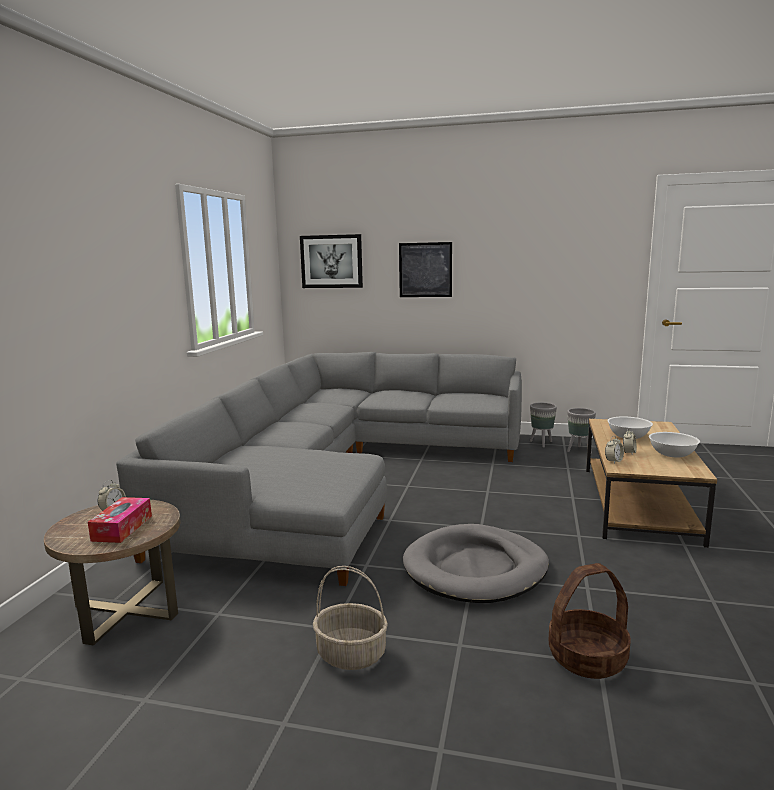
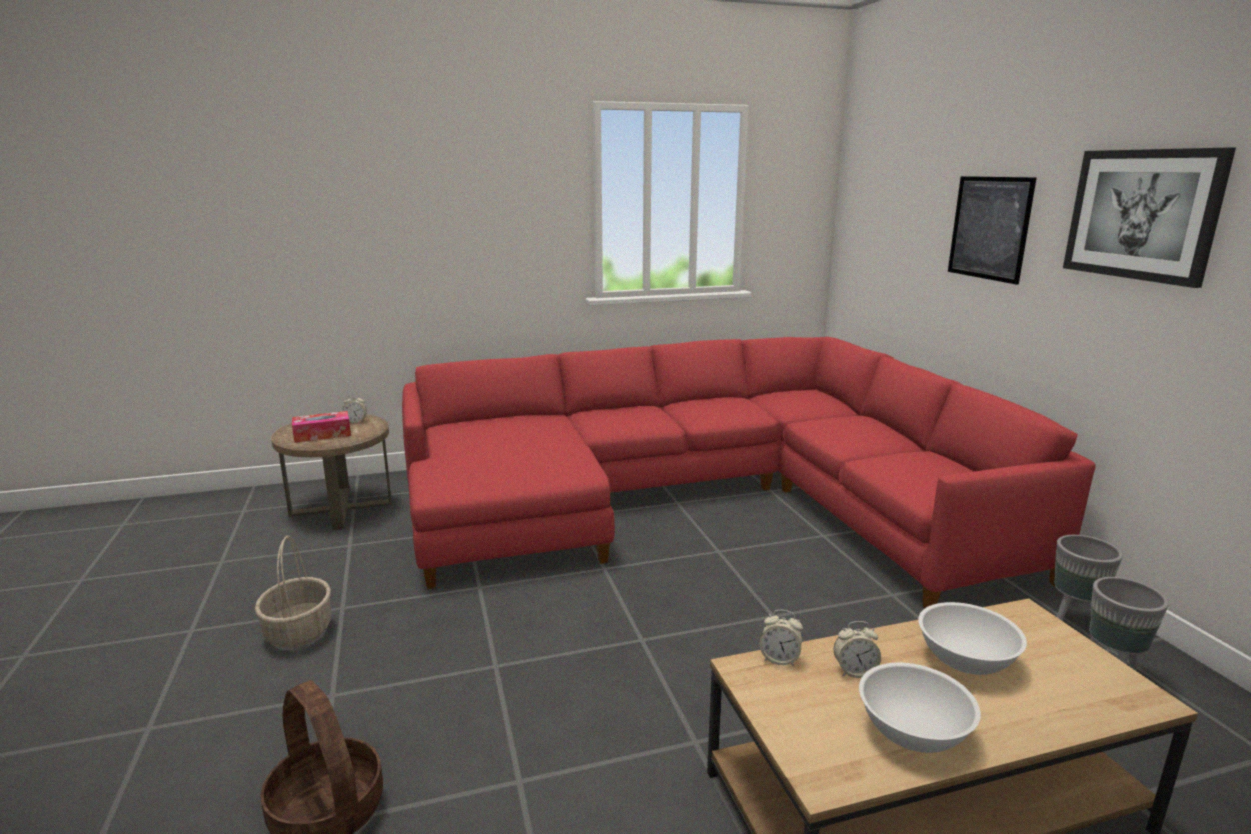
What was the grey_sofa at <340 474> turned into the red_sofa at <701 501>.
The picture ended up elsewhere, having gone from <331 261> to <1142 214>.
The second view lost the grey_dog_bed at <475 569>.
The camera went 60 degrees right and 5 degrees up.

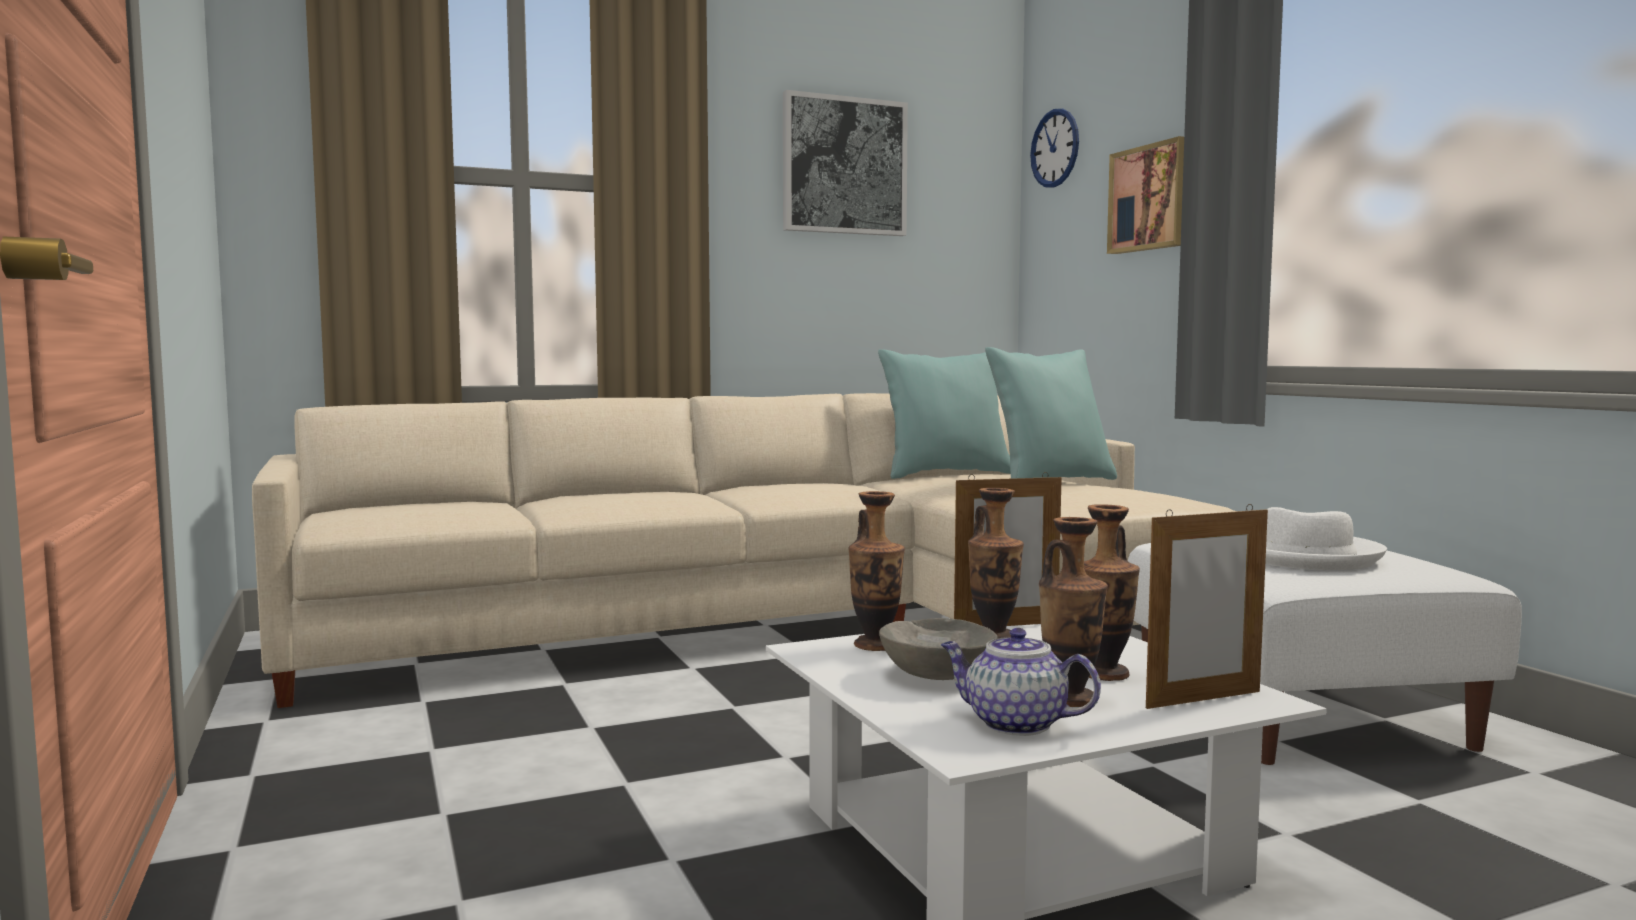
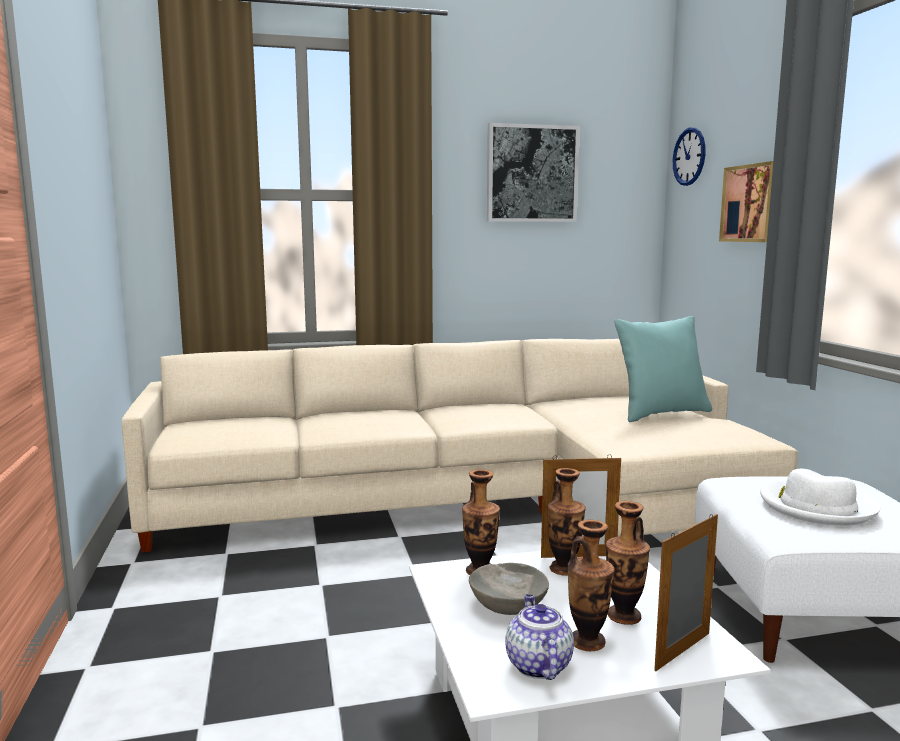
The teapot at <1014 724> ended up facing another way, 45 degrees clockwise from before.
The picture_frame at <1203 699> ended up facing another way, 150 degrees clockwise from before.
The second view lost the turquoise_pillow at <946 474>.
The camera went 10 degrees right and 5 degrees up.

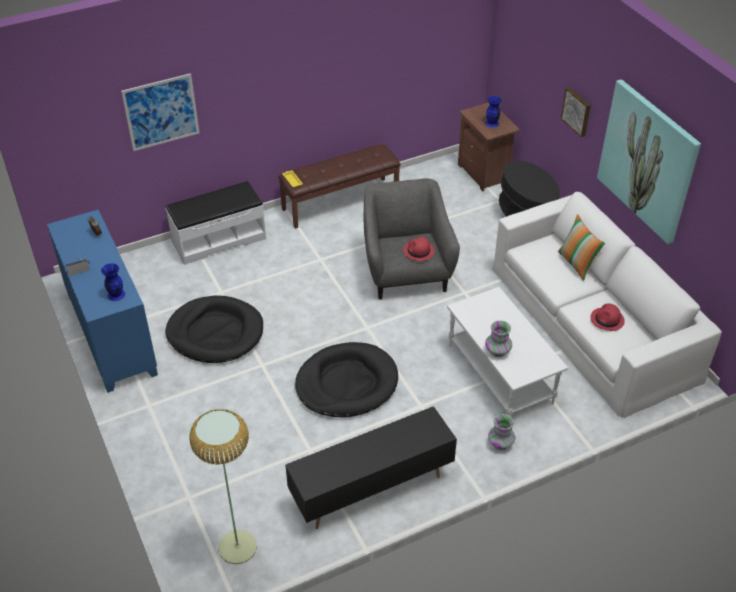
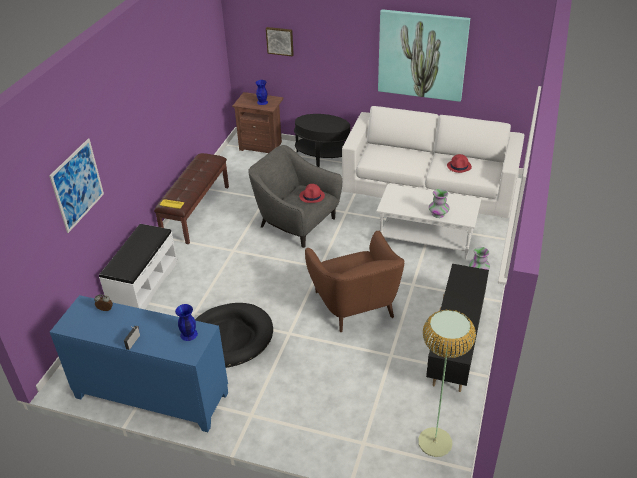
The picture ended up elsewhere, having gone from <577 111> to <280 41>.
Where the black_dog_bed stood at <346 383>, the brown_armchair came to stand at <355 304>.
The second view lost the pillow at <577 264>.
The camera went 45 degrees left and 5 degrees down.

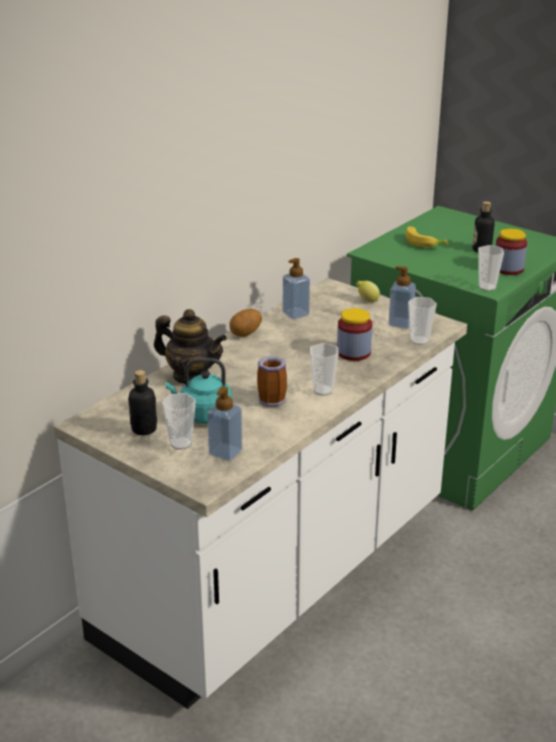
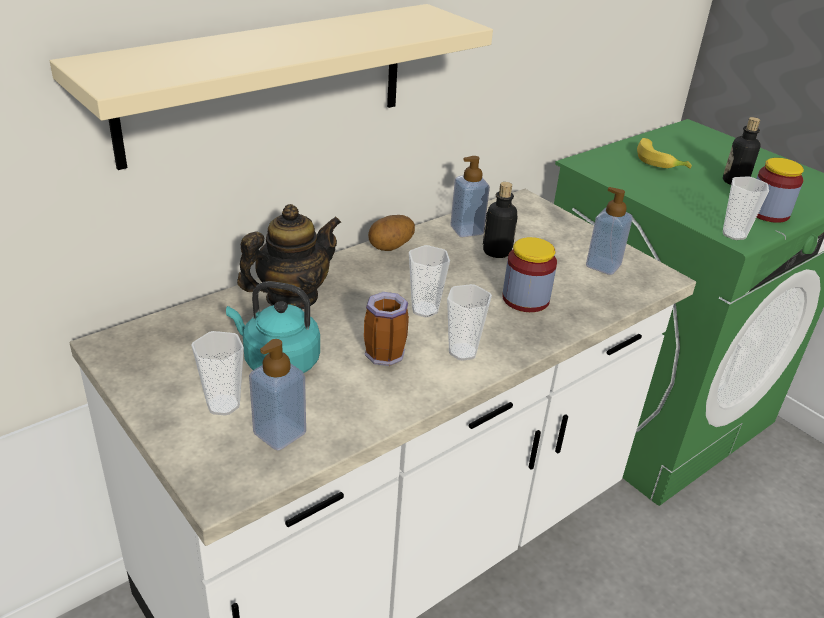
The second view gained the beige_shelf at <267 82>.
The teapot at <191 376> ended up facing another way, 75 degrees counterclockwise from before.
The cup ended up elsewhere, having gone from <419 341> to <424 309>.
The bottle ended up elsewhere, having gone from <144 429> to <496 251>.
The second view lost the lemon at <367 300>.
The camera went 10 degrees right and 5 degrees up.

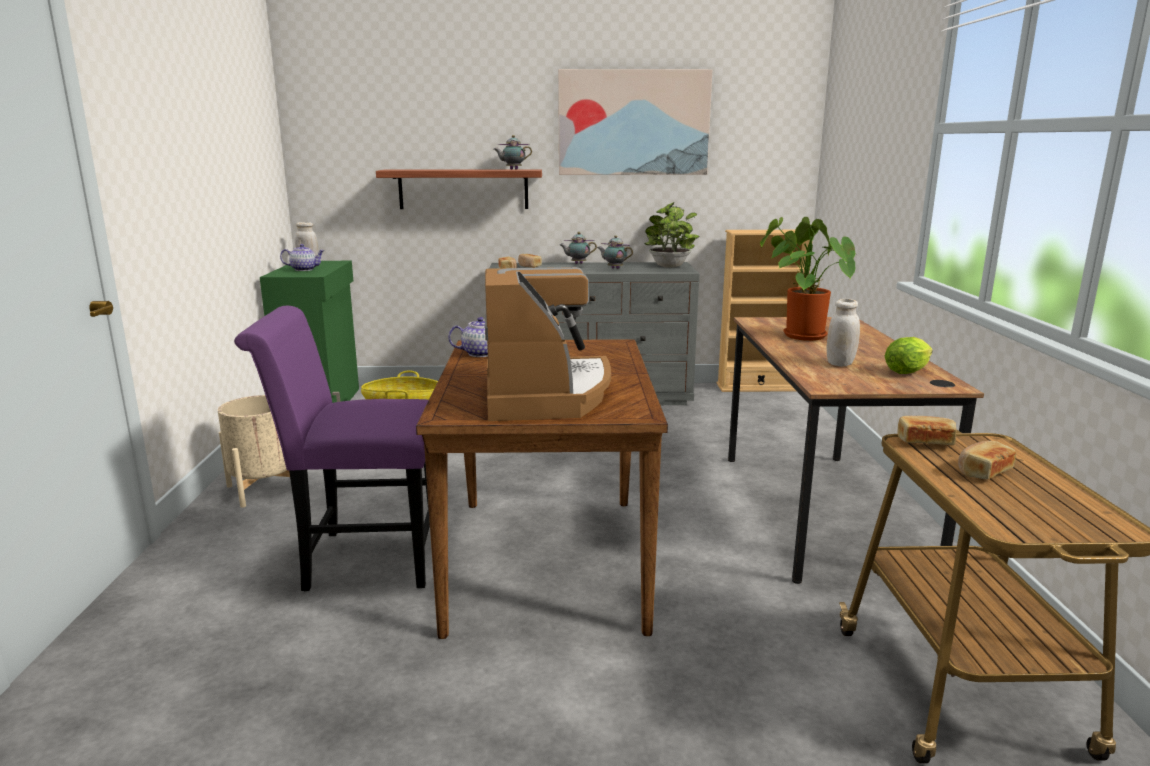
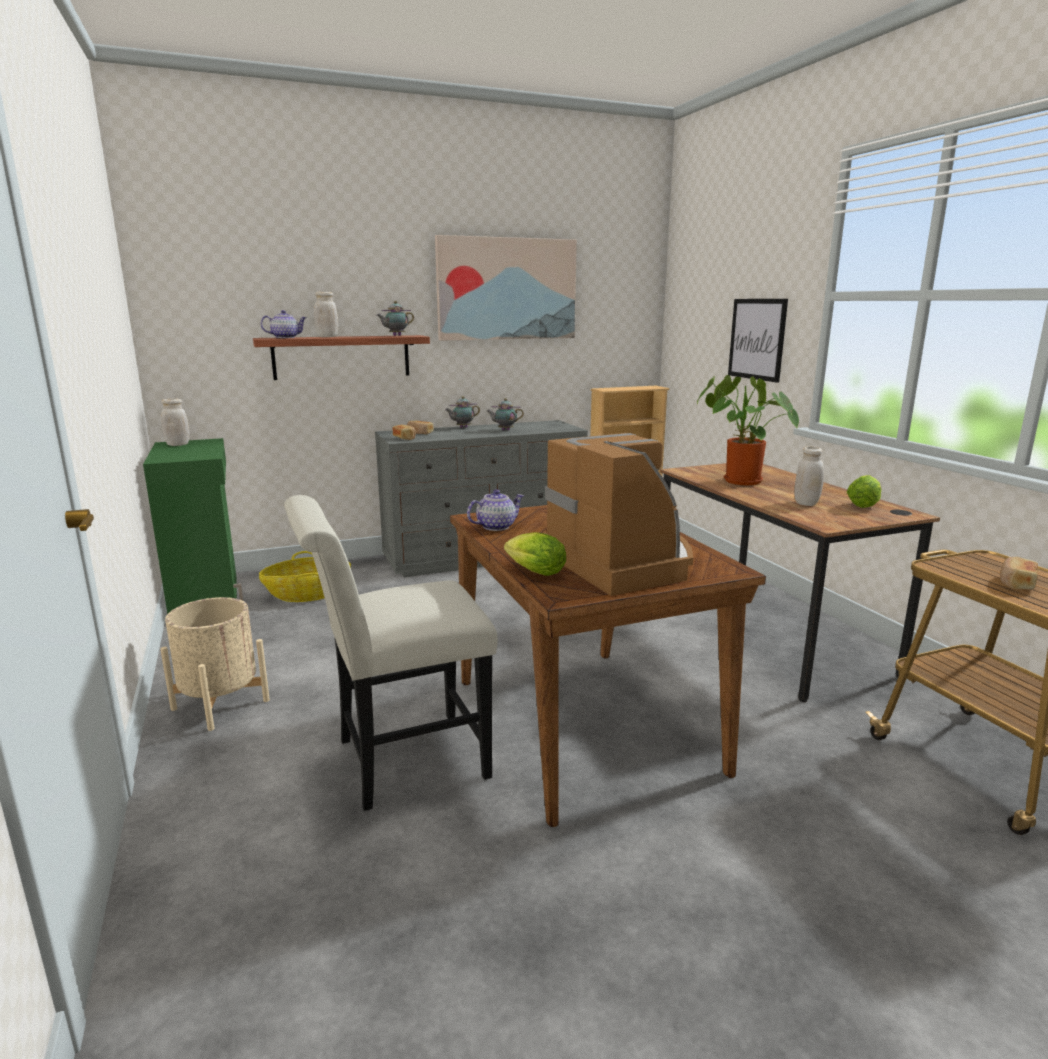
The teapot ended up elsewhere, having gone from <304 269> to <285 337>.
What was the purple_chair at <362 559> turned into the white_chair at <400 761>.
The second view gained the white_jar at <327 337>.
The second view gained the lettuce at <532 572>.
The second view gained the picture at <757 339>.
The second view lost the potted_plant at <669 266>.
The second view lost the bread at <925 441>.
The camera went 20 degrees left and 0 degrees up.

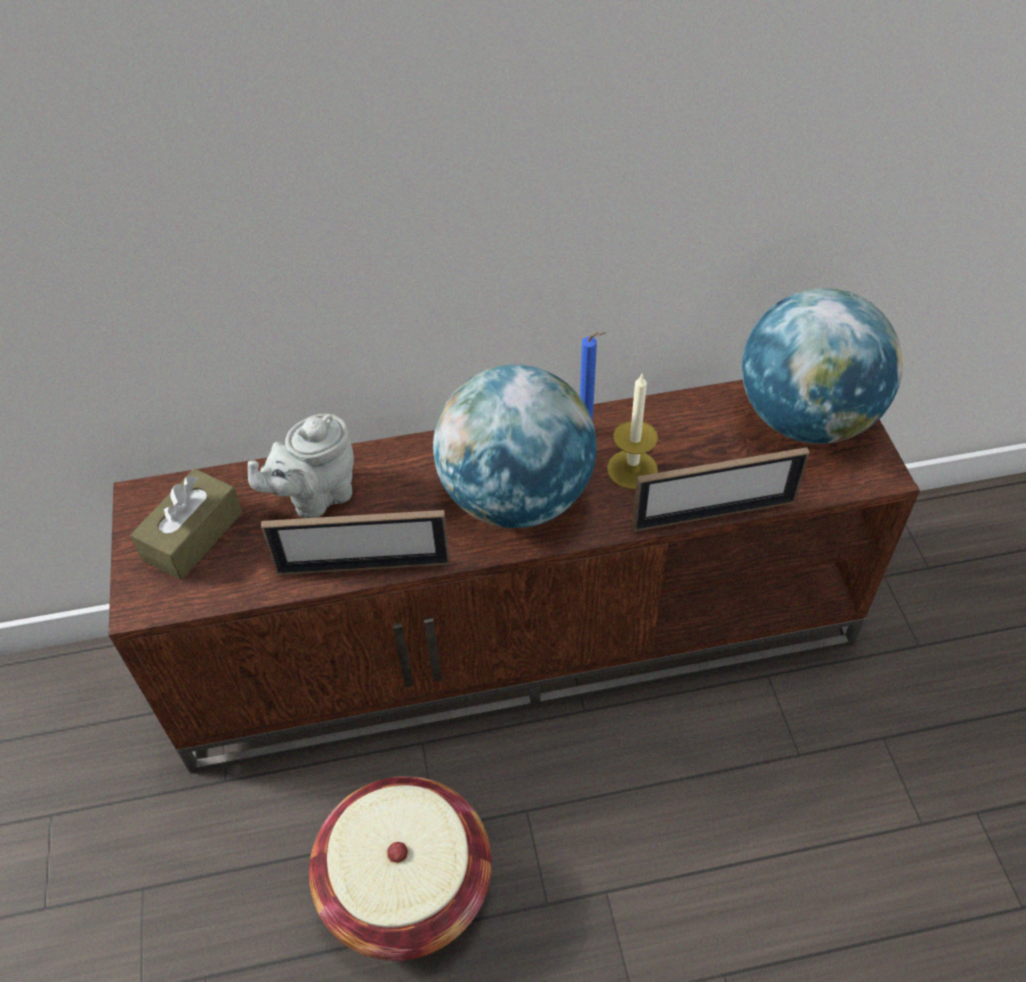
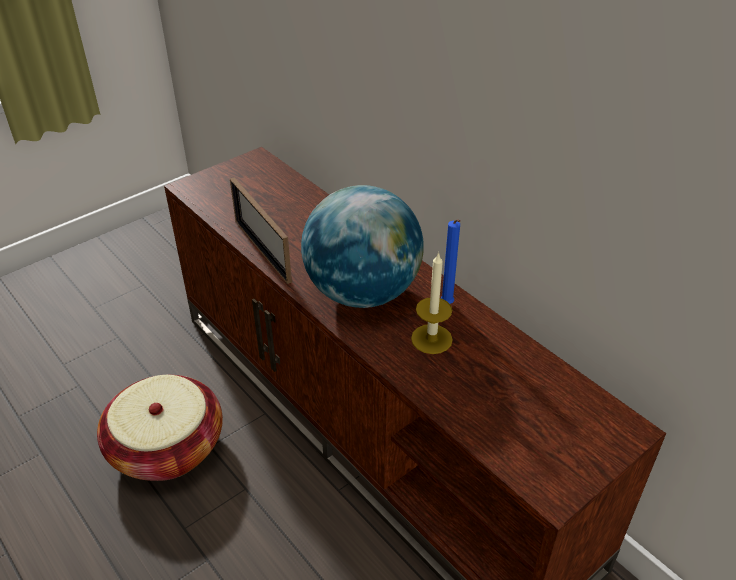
The second view lost the brown_tissue_box at <193 536>.
The second view lost the grey_teapot at <316 496>.
The second view lost the picture_frame at <714 514>.
The second view lost the globe at <806 418>.
The camera went 60 degrees right and 10 degrees down.

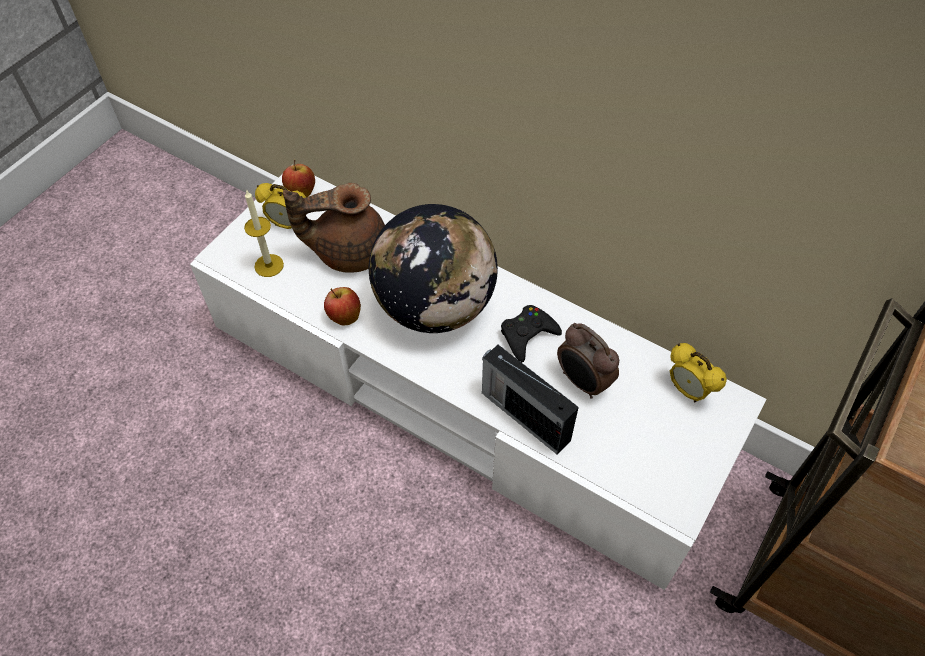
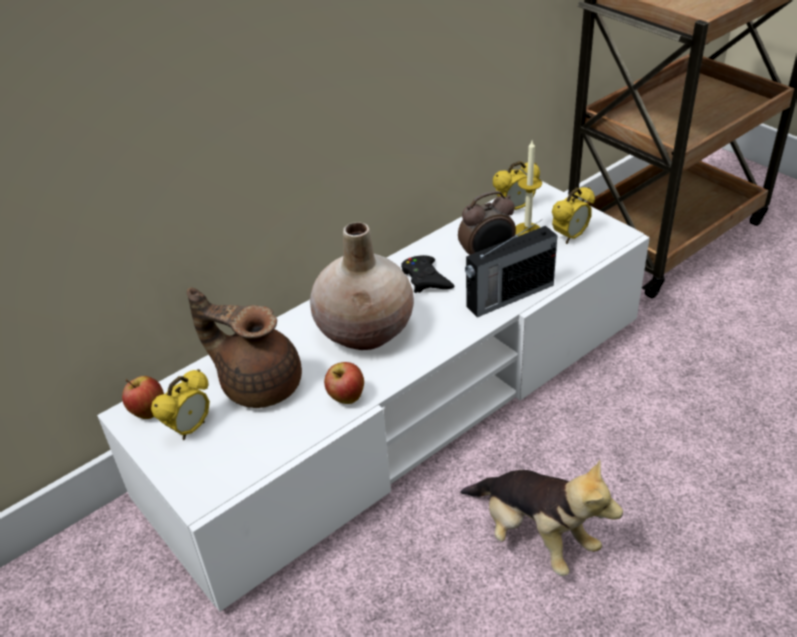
The brown_teapot at <348 250> ended up facing another way, 105 degrees clockwise from before.
Where the globe stood at <435 306>, the beige_vase came to stand at <365 331>.
The second view gained the plush_toy at <534 536>.
The candle ended up elsewhere, having gone from <269 265> to <527 230>.
The second view gained the alarm_clock at <570 237>.
The camera went 70 degrees left and 15 degrees down.

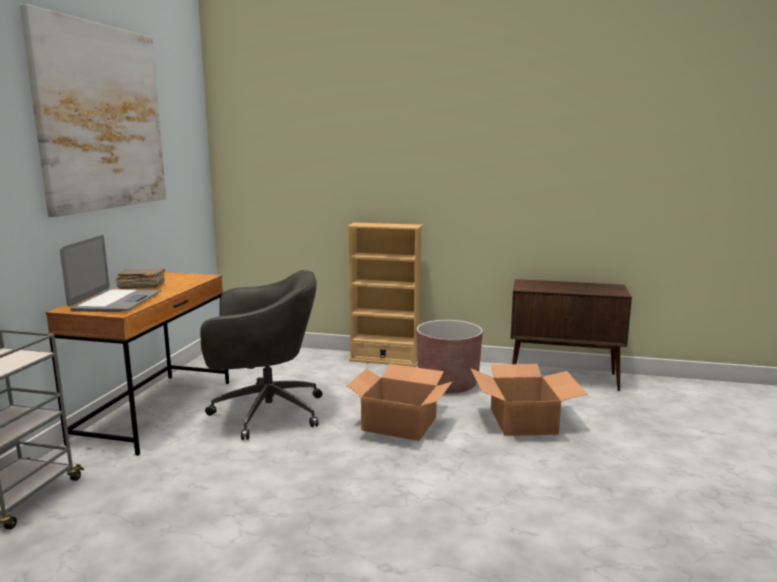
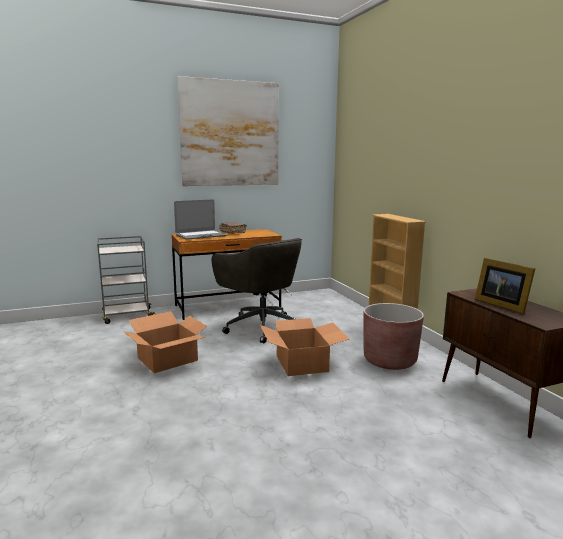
The cardboard_box ended up elsewhere, having gone from <524 421> to <168 359>.
The second view gained the picture_frame at <500 304>.
The camera went 55 degrees right and 0 degrees up.

